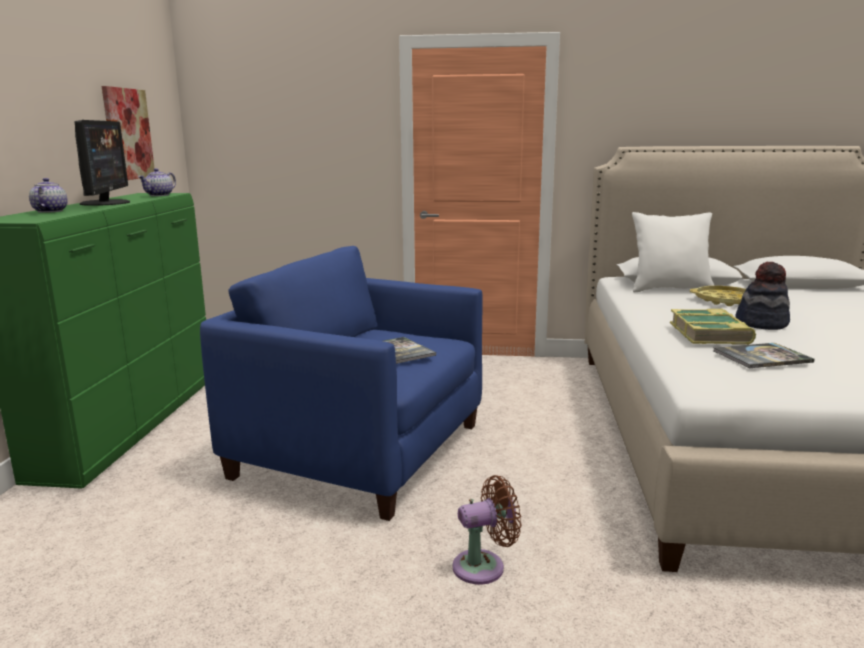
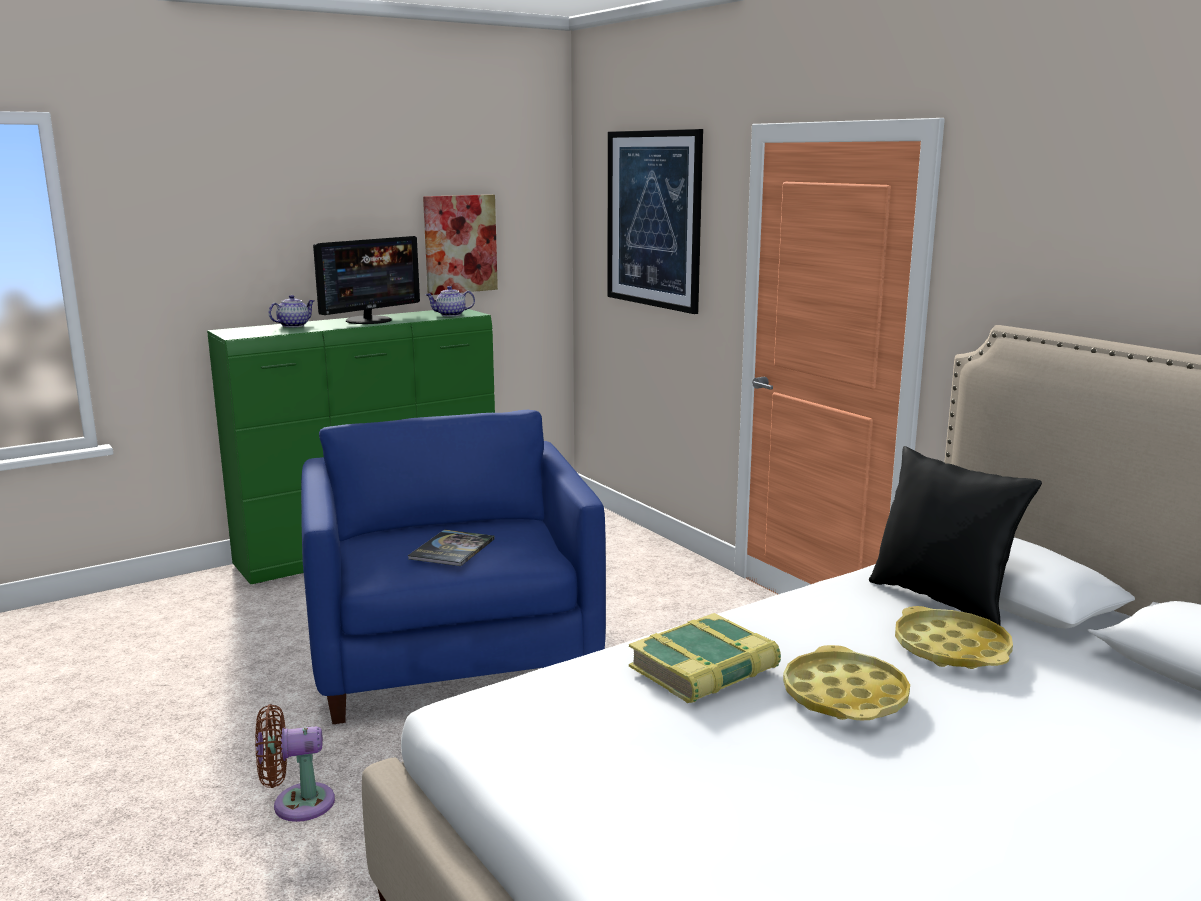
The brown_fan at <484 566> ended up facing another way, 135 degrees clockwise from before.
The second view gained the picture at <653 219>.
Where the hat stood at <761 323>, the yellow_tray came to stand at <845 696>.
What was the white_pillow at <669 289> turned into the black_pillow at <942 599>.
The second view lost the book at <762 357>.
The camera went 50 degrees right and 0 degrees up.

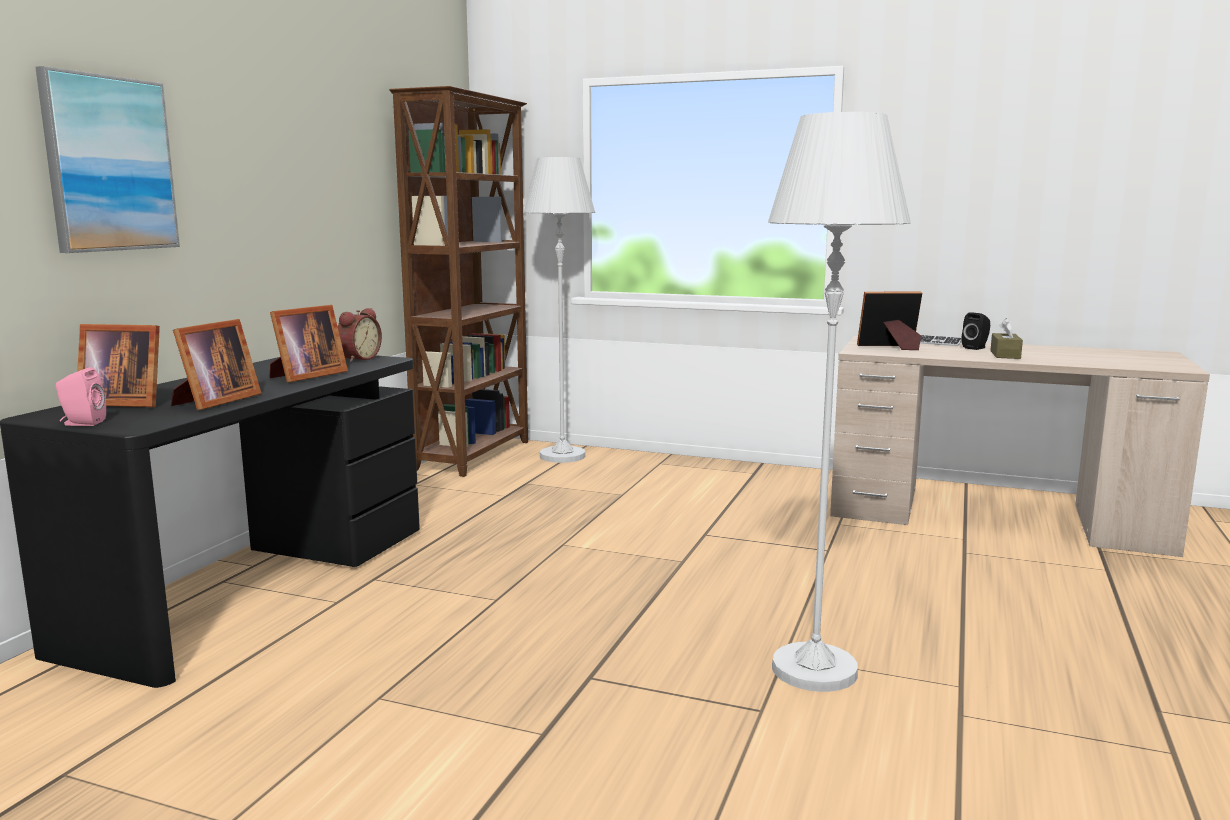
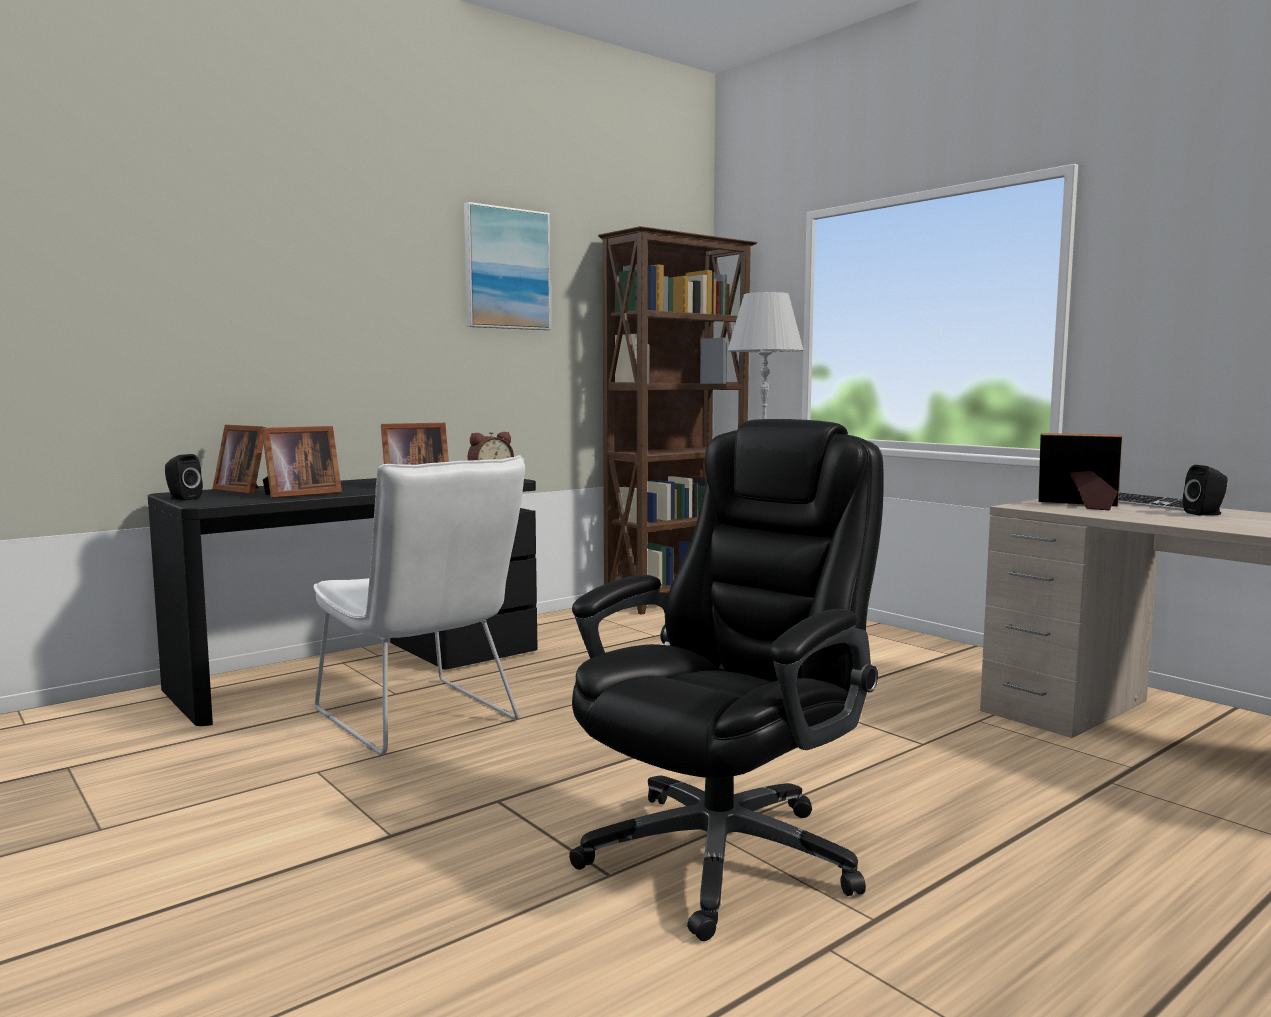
What was the pink_speaker at <81 423> turned into the black_speaker at <182 499>.
The second view gained the white_chair at <422 719>.
The picture ended up elsewhere, having gone from <109 164> to <507 269>.
Where the white_floor_lamp stood at <814 669>, the black_office_chair came to stand at <724 854>.
The second view lost the brown_tissue_box at <1005 355>.
The camera went 30 degrees right and 5 degrees down.

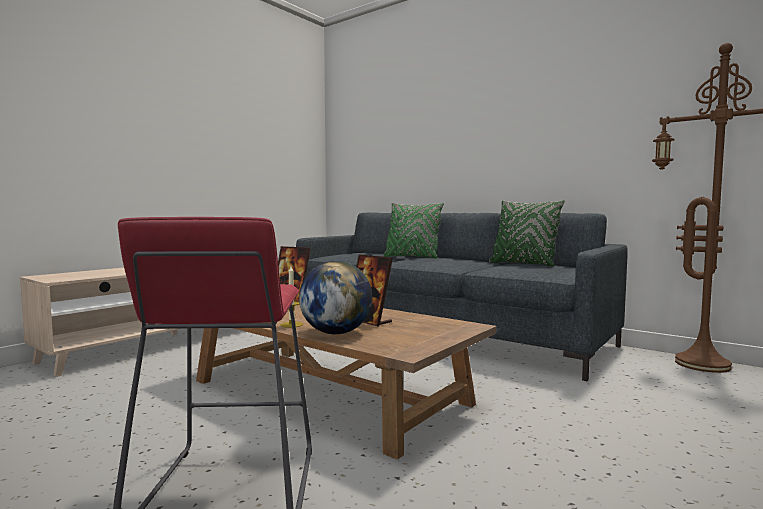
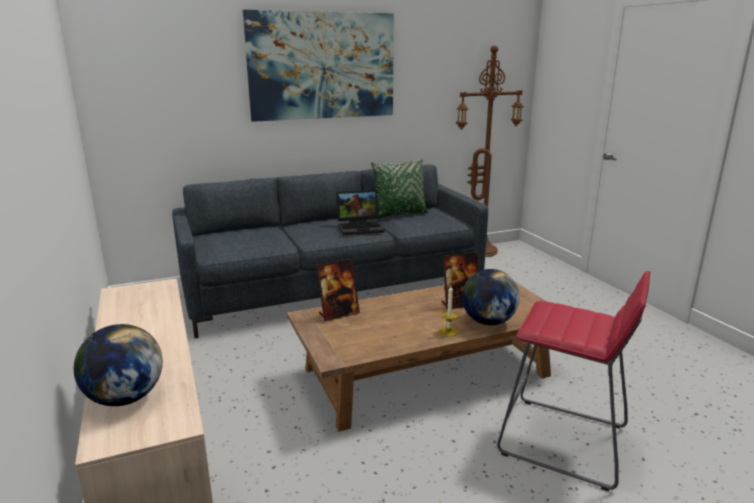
The second view gained the globe at <125 398>.
The second view gained the picture at <322 66>.
The second view gained the laptop at <361 227>.
The second view lost the green_pillow at <412 257>.
The camera went 60 degrees left and 15 degrees up.

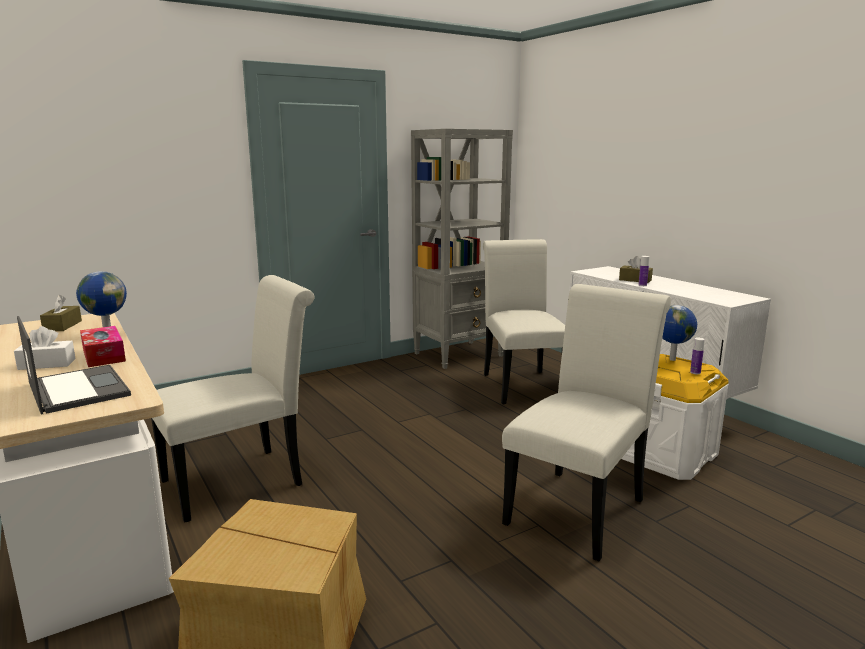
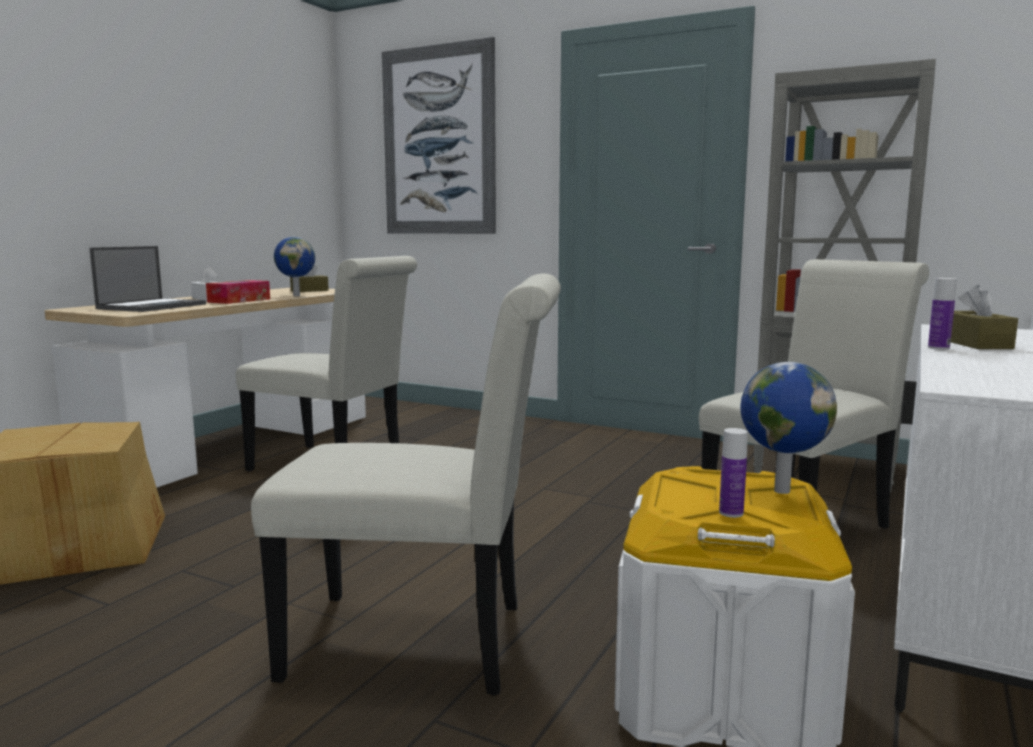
The second view gained the picture at <438 141>.
The camera went 60 degrees right and 5 degrees down.

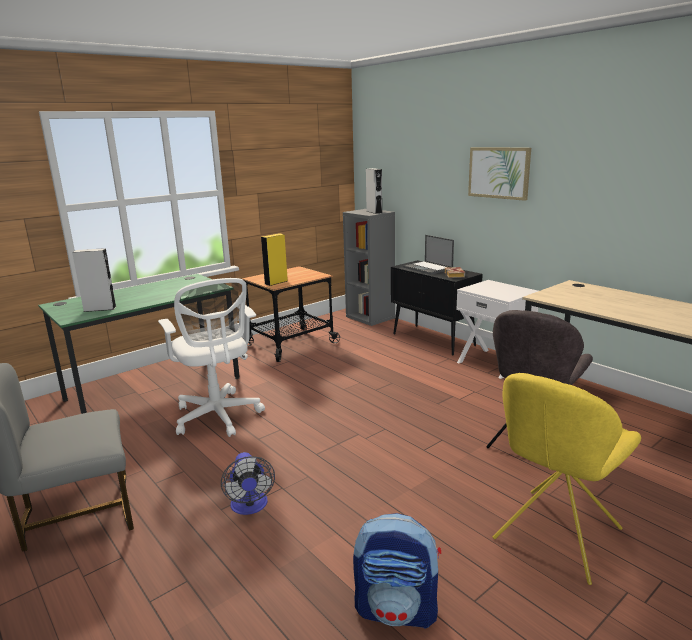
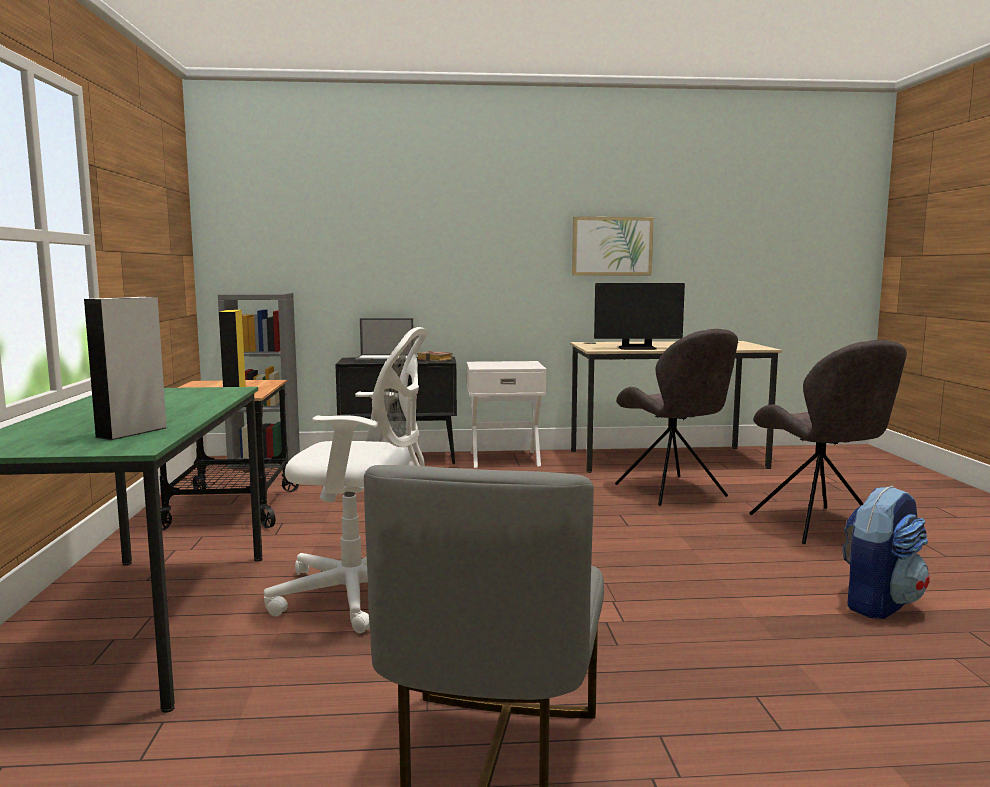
The picture ended up elsewhere, having gone from <499 173> to <612 246>.
The second view gained the monitor at <637 348>.
What was the yellow_chair at <555 536> turned into the grey_chair at <818 527>.
The second view lost the fan at <250 507>.
The second view lost the grey_speaker at <374 212>.
The camera went 55 degrees left and 10 degrees down.

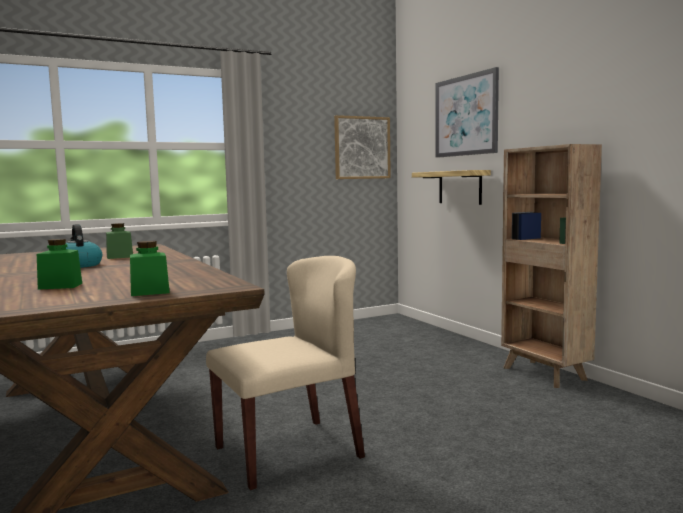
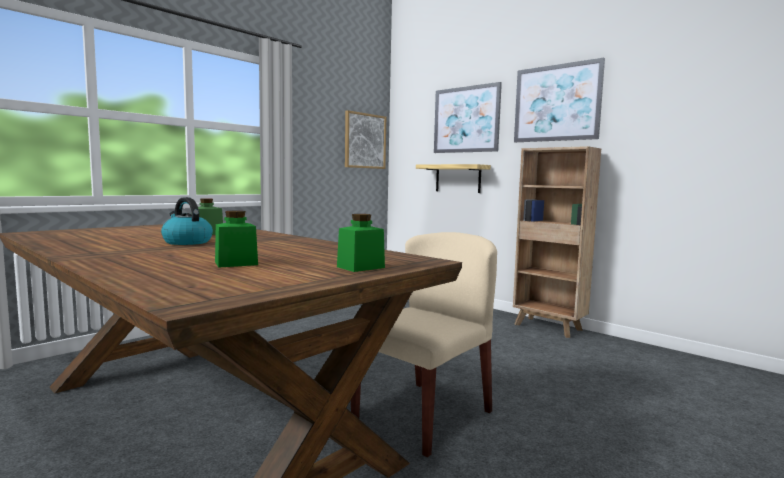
The second view gained the picture at <557 103>.
The camera went 20 degrees left and 0 degrees up.

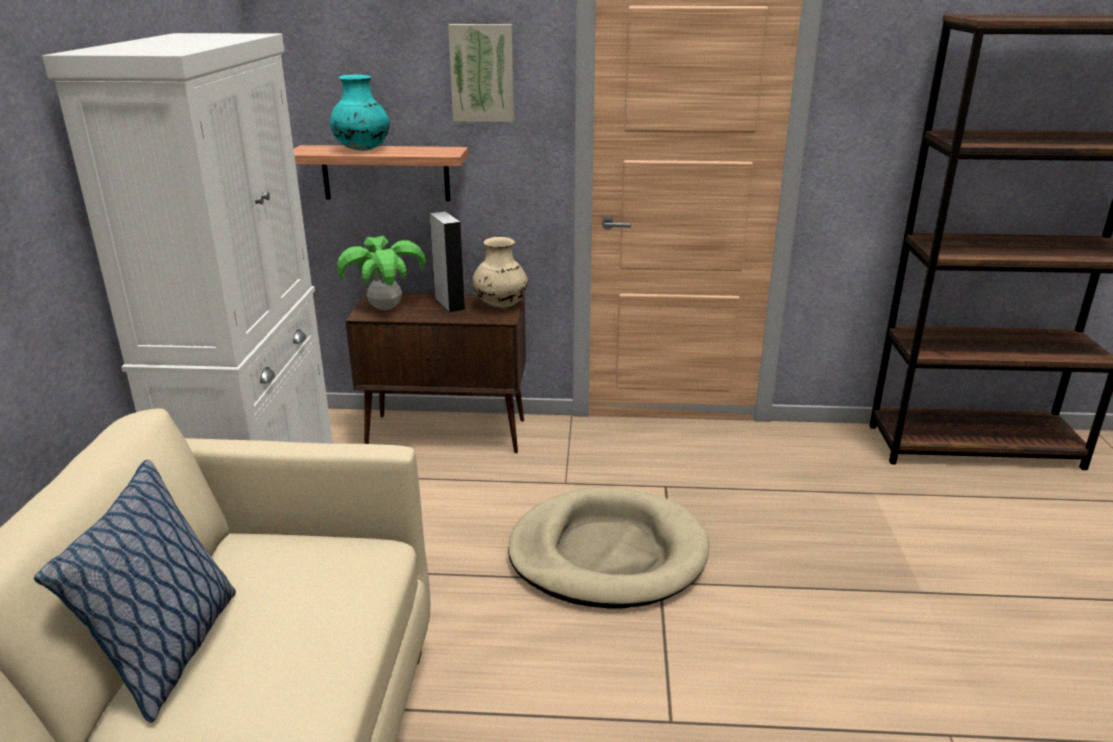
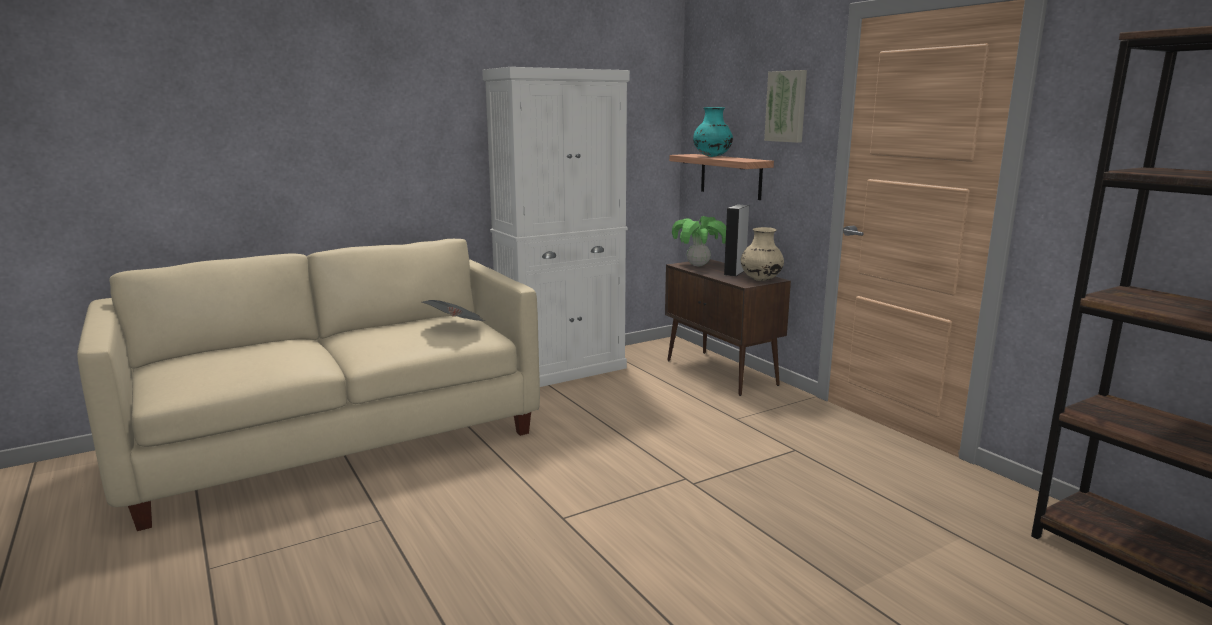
The second view gained the newspaper at <457 327>.
The second view lost the pillow at <170 653>.
The second view lost the beige_dog_bed at <607 554>.
The camera went 55 degrees right and 10 degrees down.

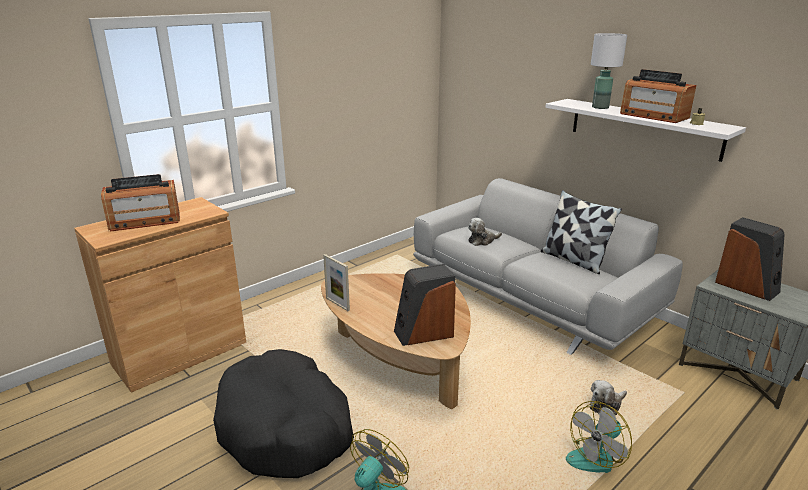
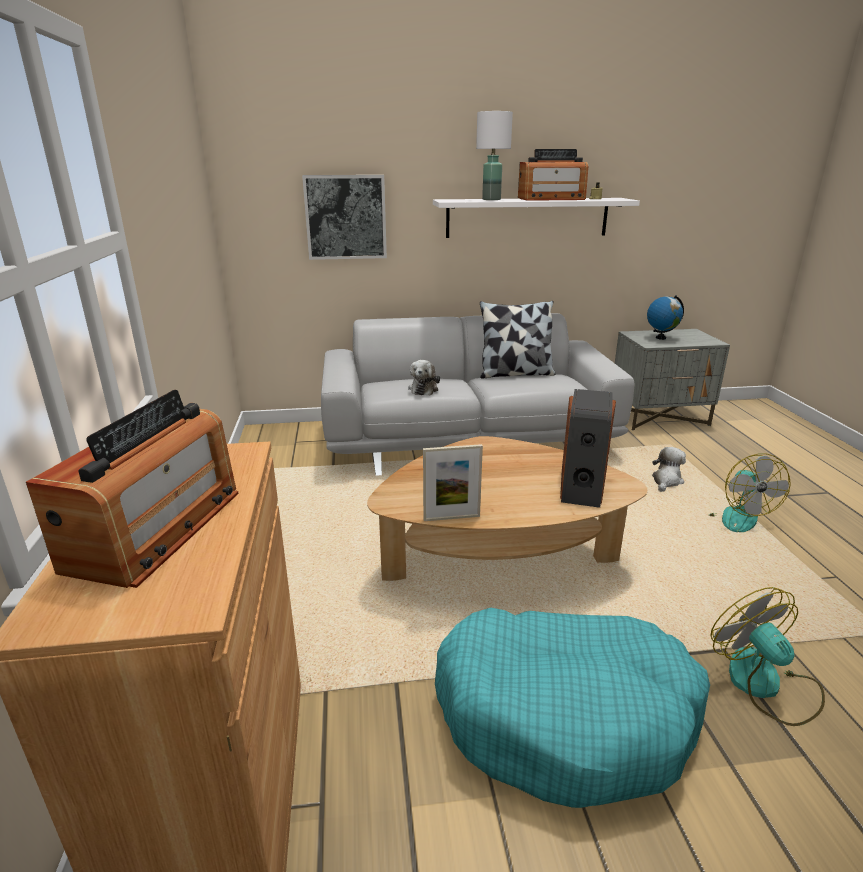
The second view gained the picture at <345 217>.
What was the black_dog_bed at <286 428> turned into the turquoise_dog_bed at <565 715>.
Where the speaker stood at <746 286>, the globe came to stand at <660 338>.
The plush_toy at <606 406> ended up facing another way, 150 degrees counterclockwise from before.
The camera went 55 degrees left and 0 degrees up.

